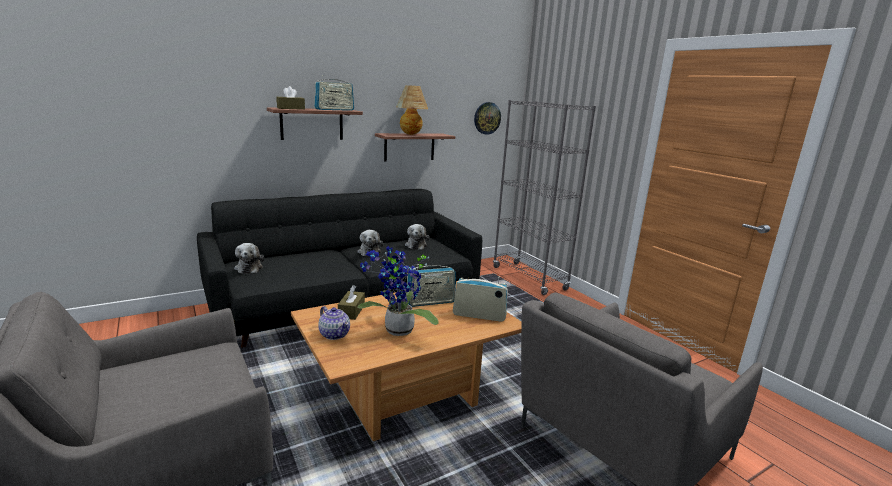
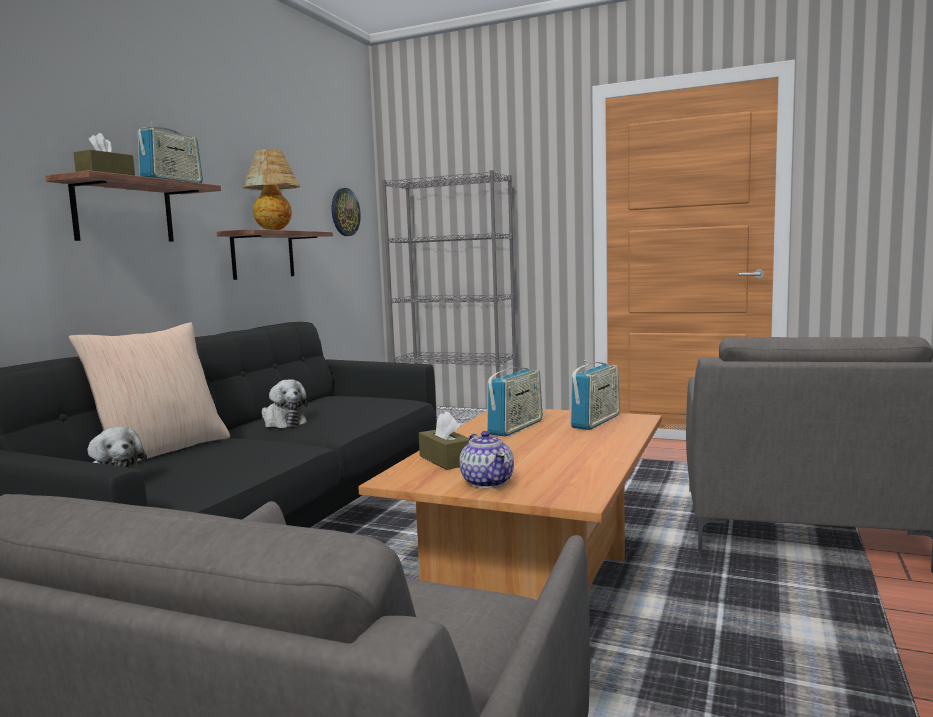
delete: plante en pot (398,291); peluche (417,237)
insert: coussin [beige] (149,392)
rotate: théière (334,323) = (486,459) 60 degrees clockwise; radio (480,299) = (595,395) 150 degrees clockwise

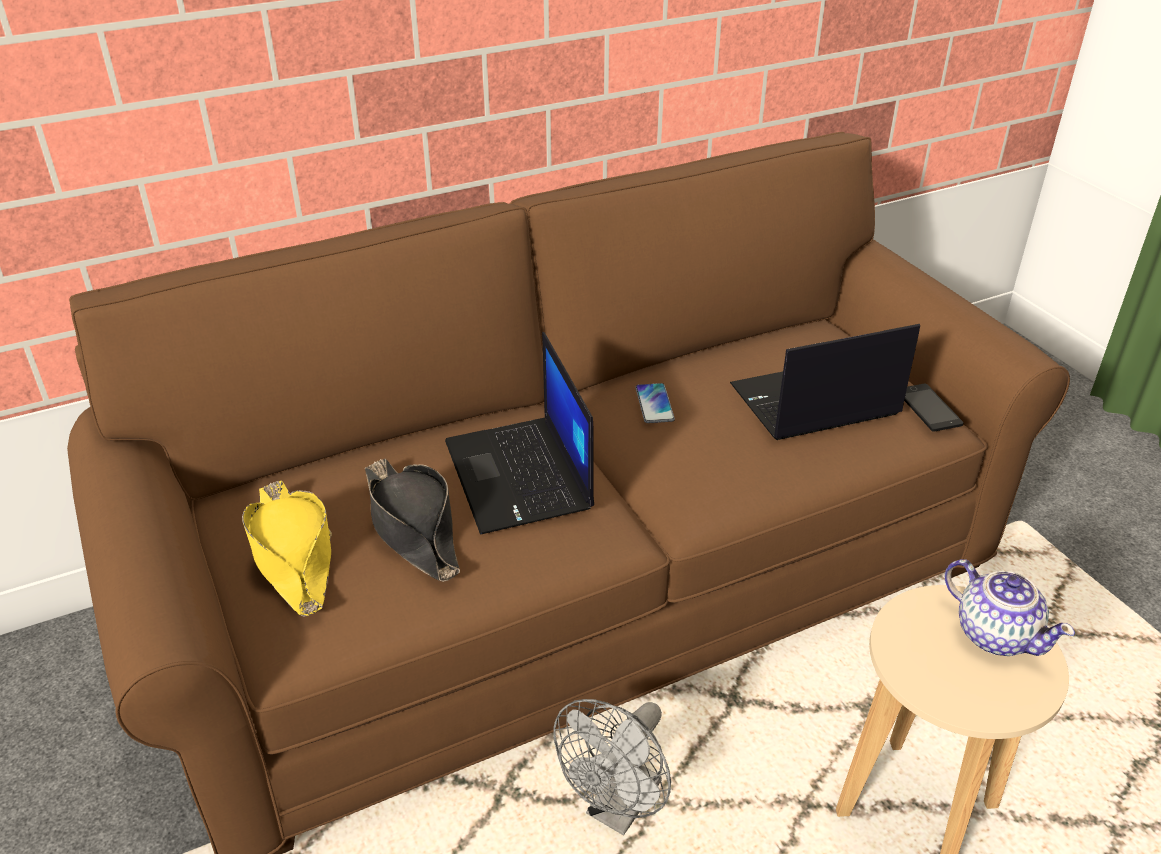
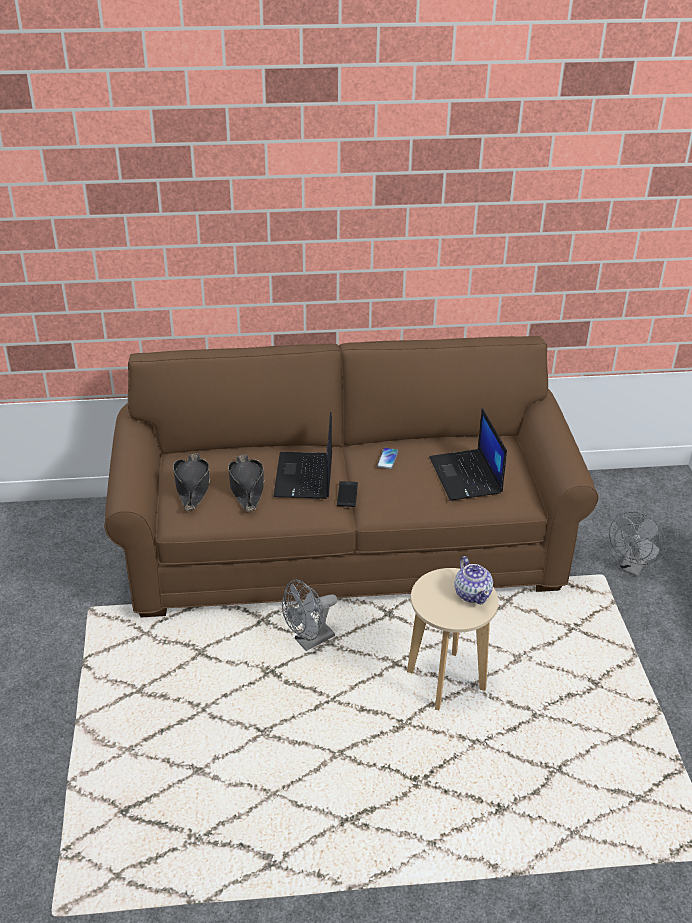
insert: ventilateur [gris] (637,544)
move: téléphone (934,408) to (347,494)
recolor: chapeau [jaune] (287,548) to chapeau [noir] (192,482)
rotate: ordinateur portable (825,382) = (468,454) 105 degrees counterclockwise

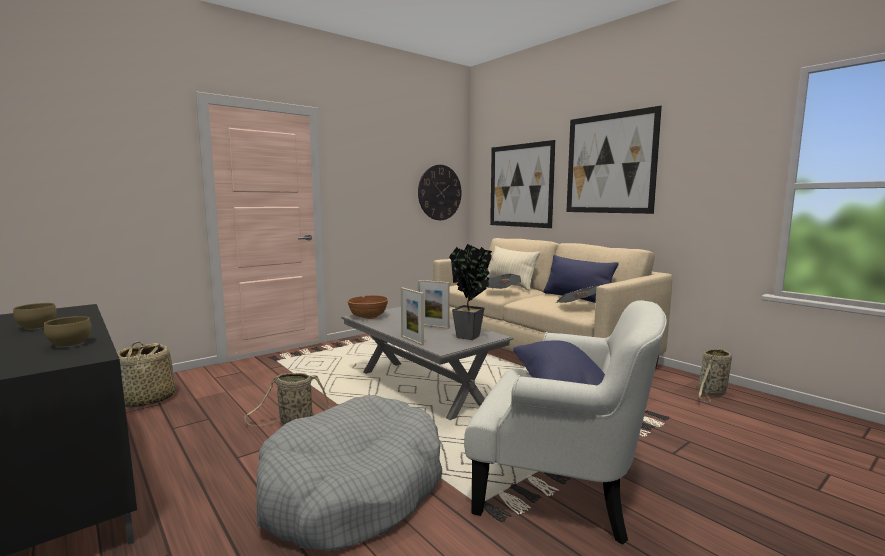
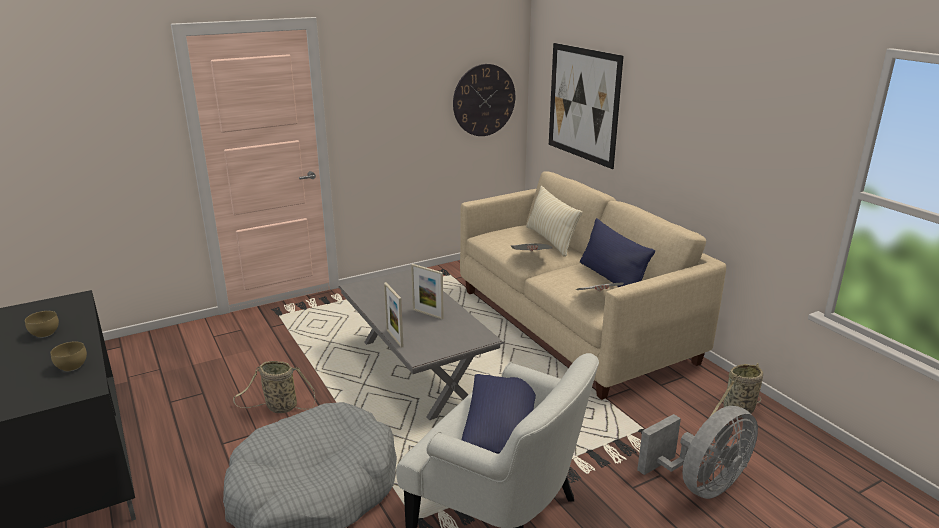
delete: panier (146,375); bol [marron] (368,307); plante en pot (470,292); tableau (614,160)
insert: ventilateur [gris] (697,452)

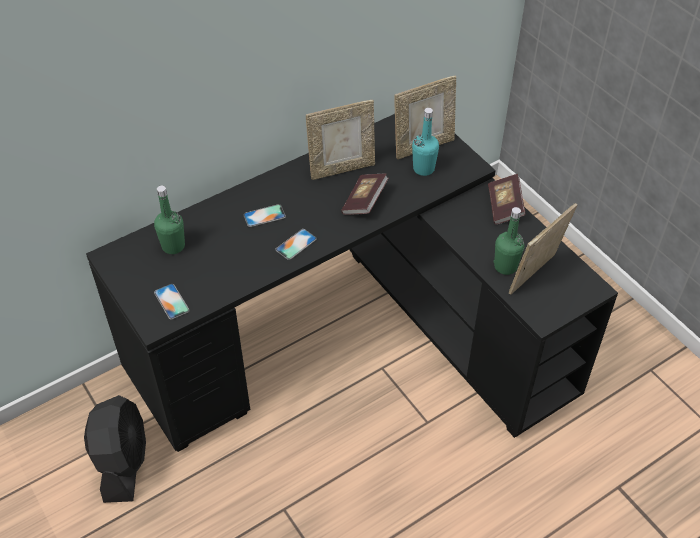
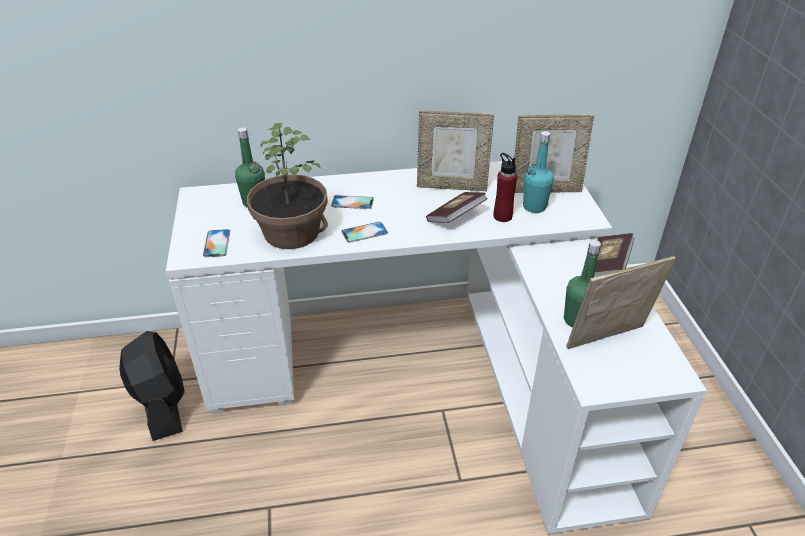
insert: plante en pot (287,186); bouteille [rouge] (505,187)
recolor: bureau [noir] (352,283) to bureau [blanc] (436,347)
rotate: ventilateur [noir] (115,449) = (152,386) 45 degrees counterclockwise

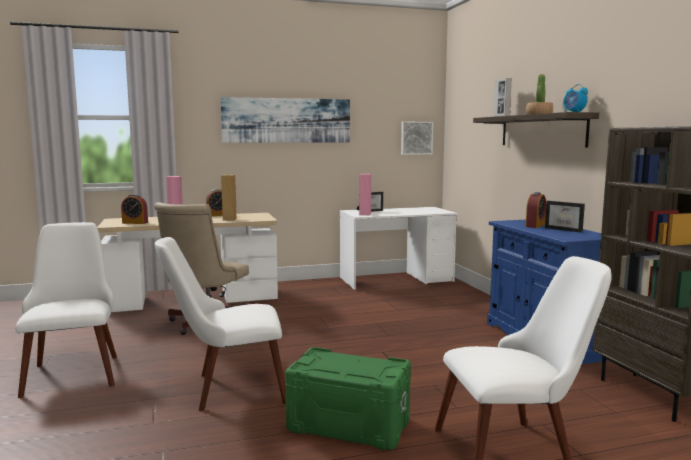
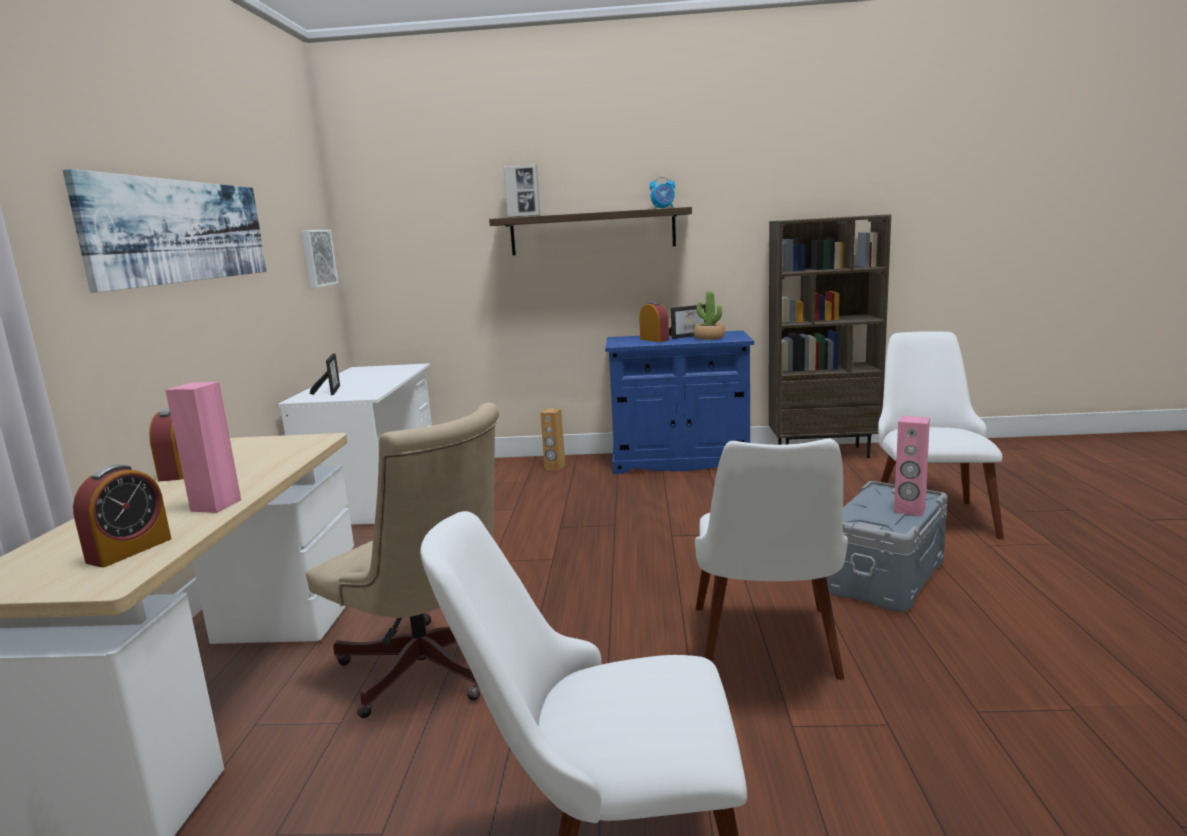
move: enceinte [marron] (229,197) to (552,439); plante en pot (539,94) to (709,315); enceinte [rose] (365,194) to (912,466)
recolor: boîte de rangement [vert] (348,398) to boîte de rangement [gris] (887,546)

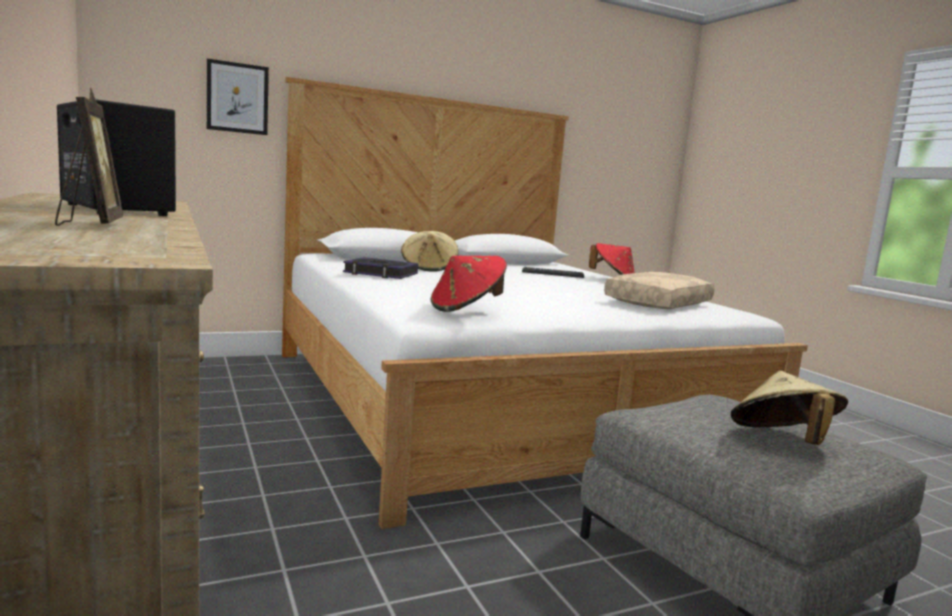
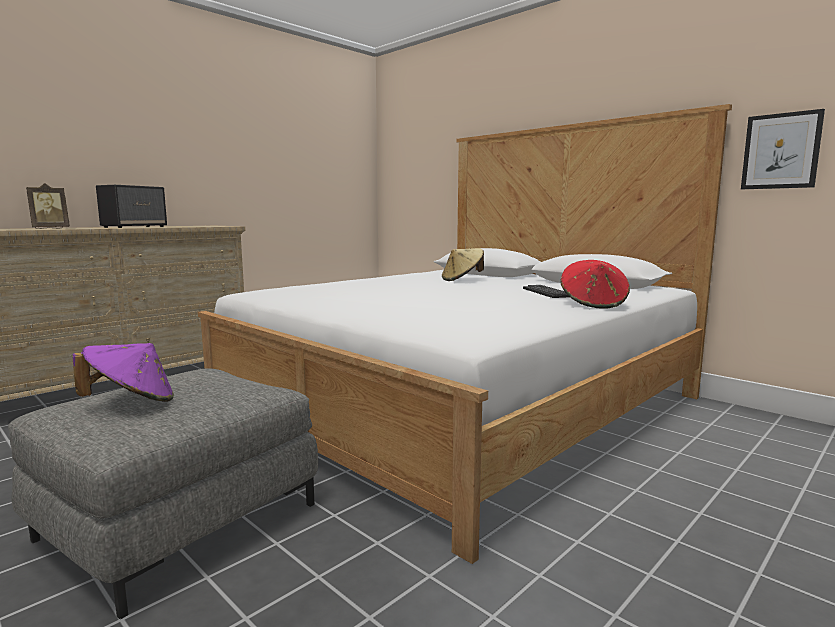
delete: livre (380,268); chapeau [rouge] (469,284); coussin [beige] (659,290)
move: tableau (238,97) to (783,149)
recolor: chapeau [beige] (789,408) to chapeau [violet] (123,372)

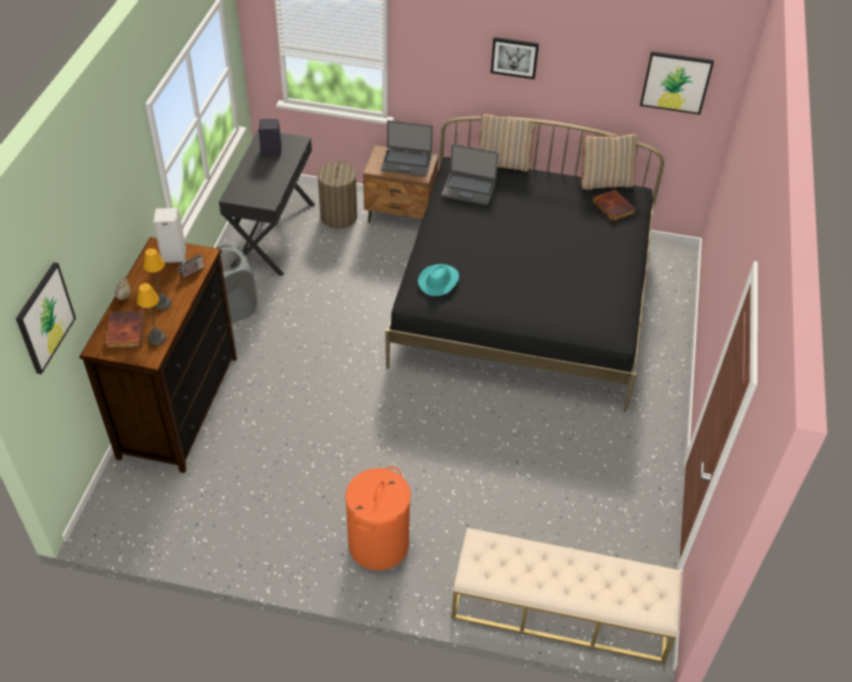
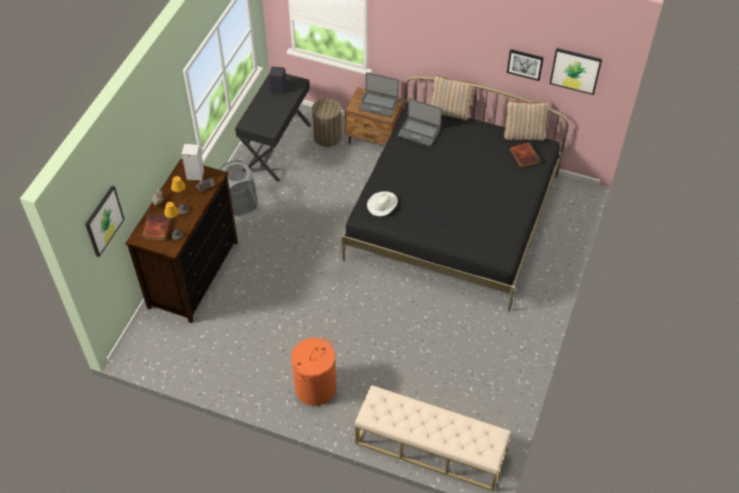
move: tableau (515,58) to (525,65)
recolor: chapeau [turquoise] (438,280) to chapeau [blanc] (382,203)

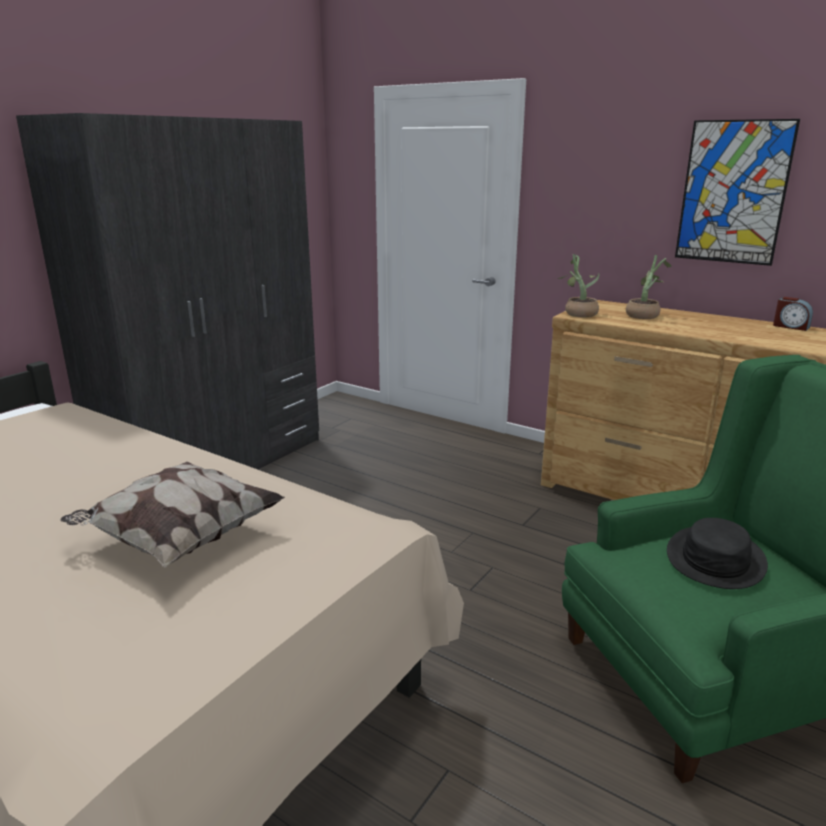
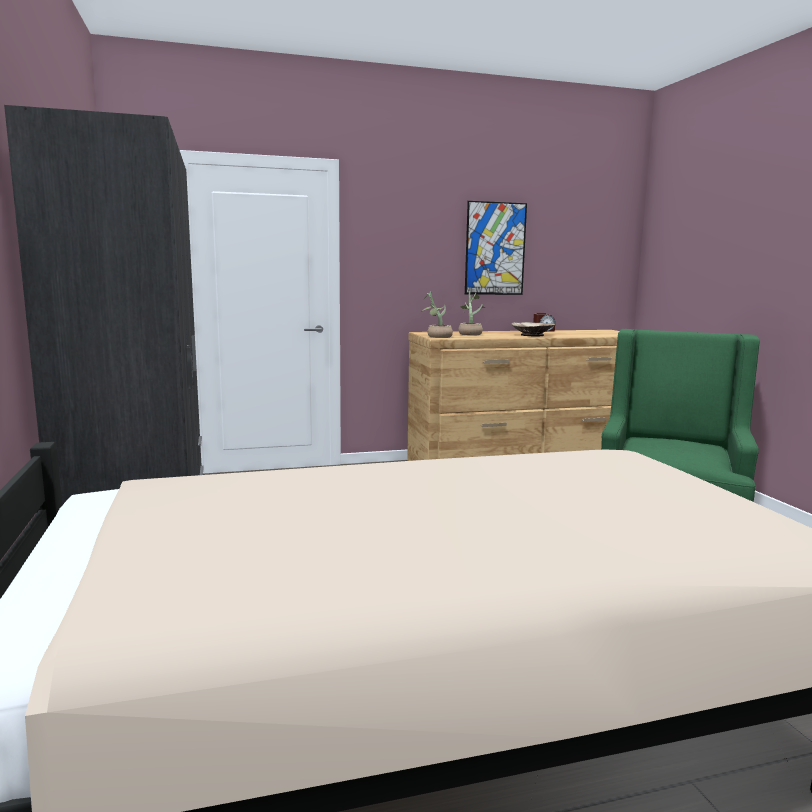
delete: coussin (172,514); chapeau [noir] (717,553)
insert: bol [beige] (533,329)

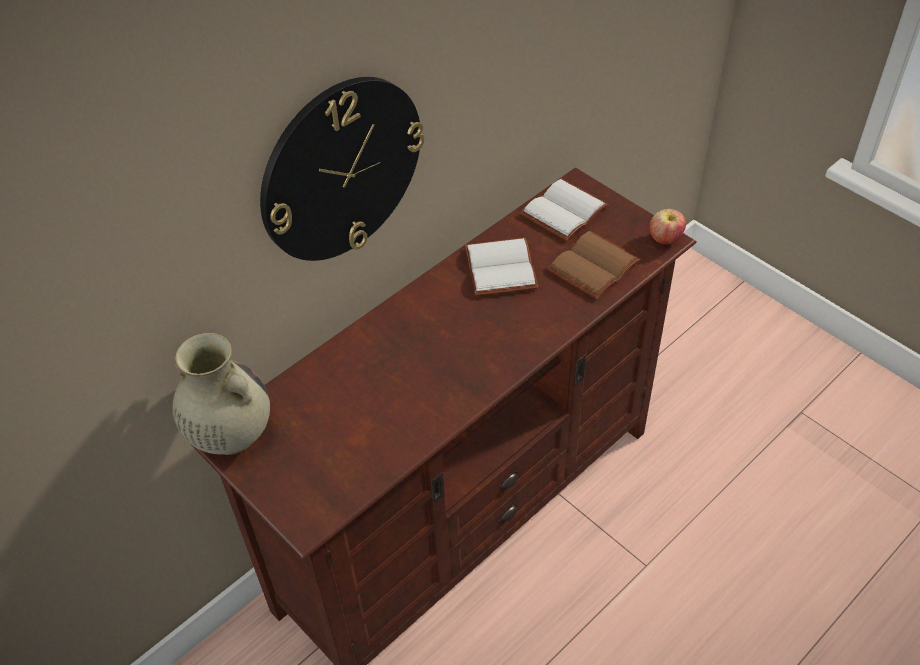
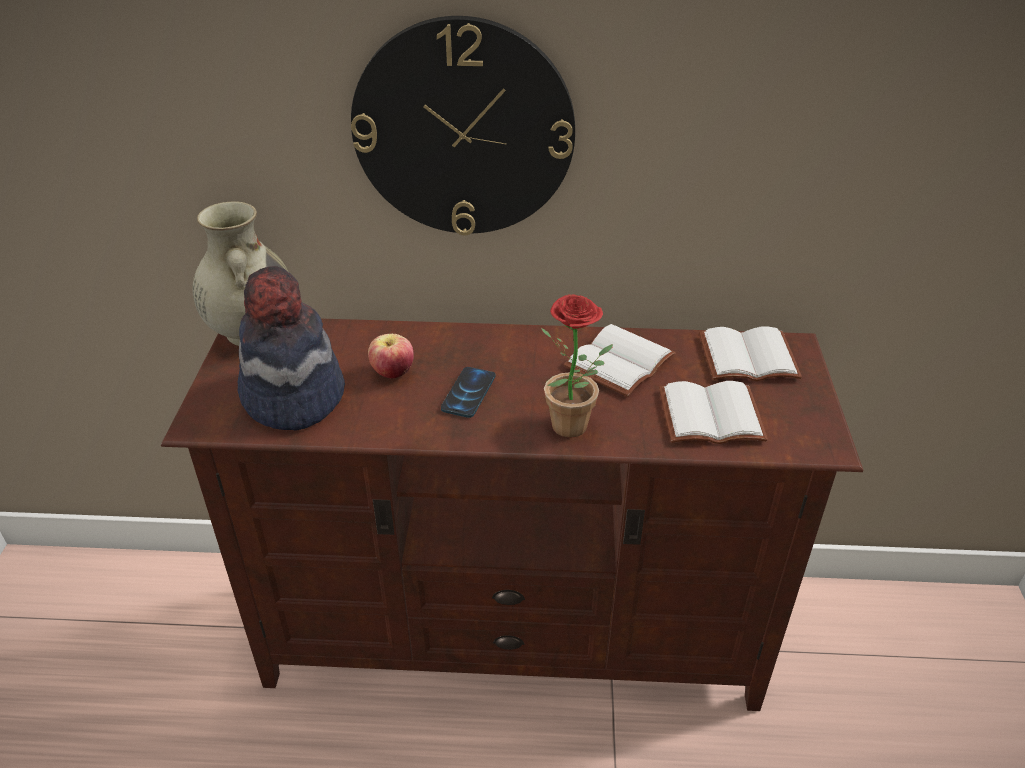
insert: chapeau (291,348); téléphone (468,392); plante en pot (577,366)
move: pomme (668,227) to (391,356)
recolor: livre [marron] (593,265) to livre [blanc] (713,412)

